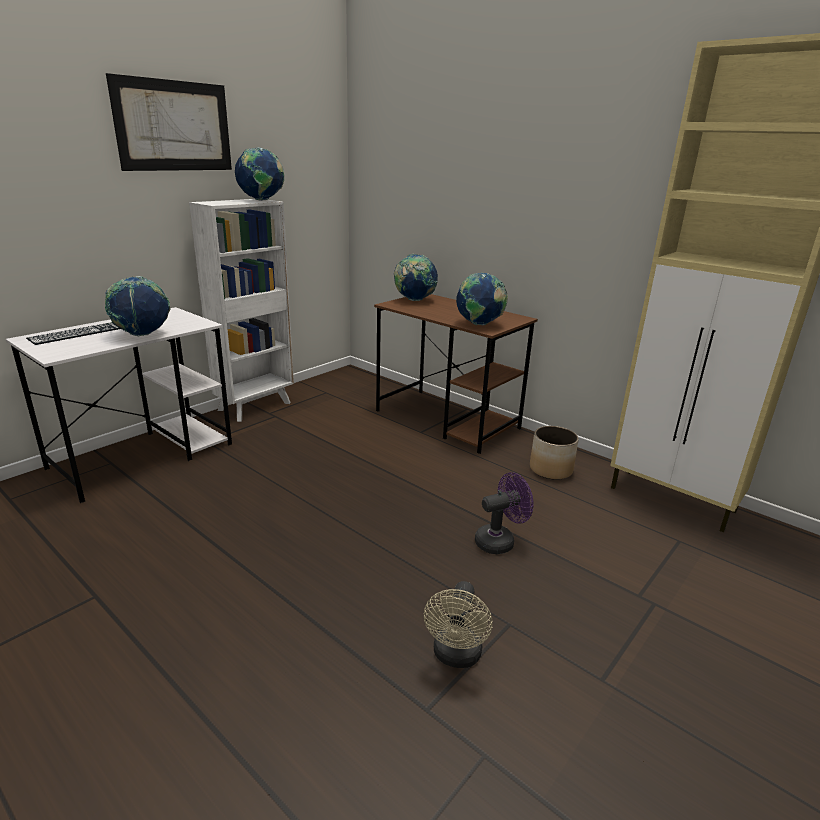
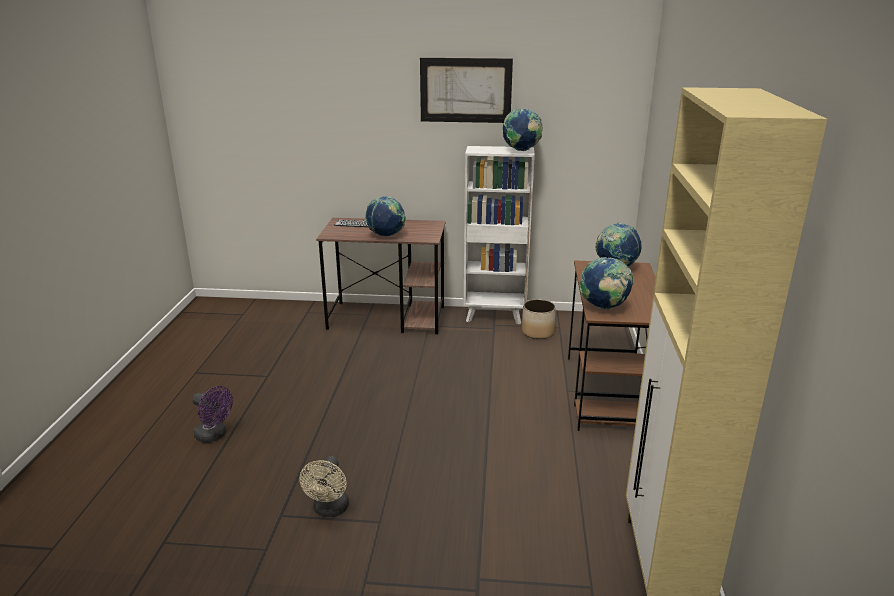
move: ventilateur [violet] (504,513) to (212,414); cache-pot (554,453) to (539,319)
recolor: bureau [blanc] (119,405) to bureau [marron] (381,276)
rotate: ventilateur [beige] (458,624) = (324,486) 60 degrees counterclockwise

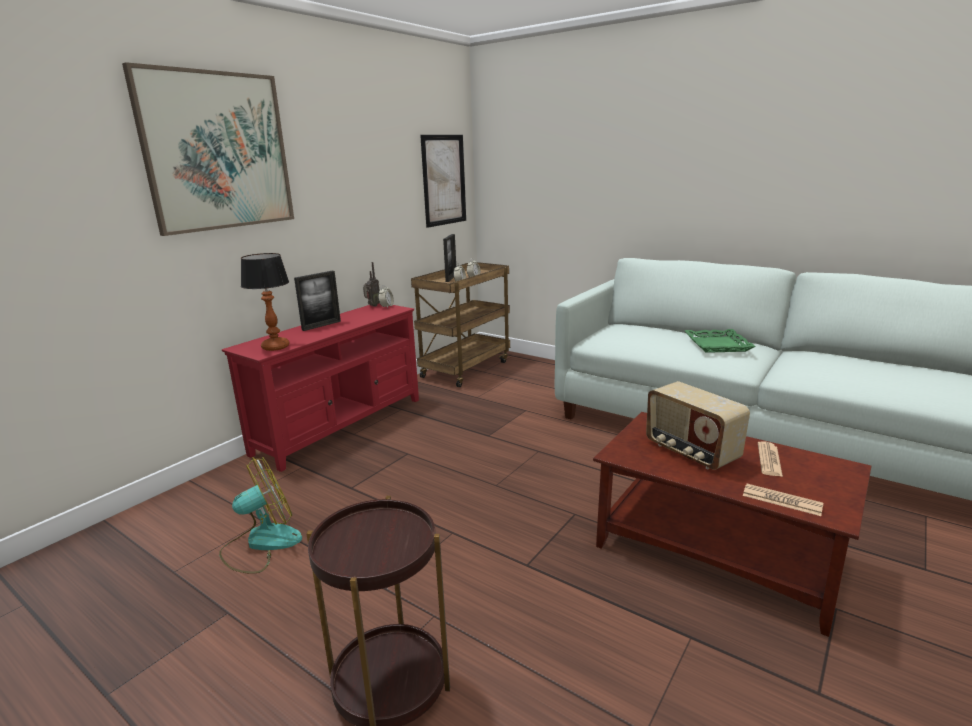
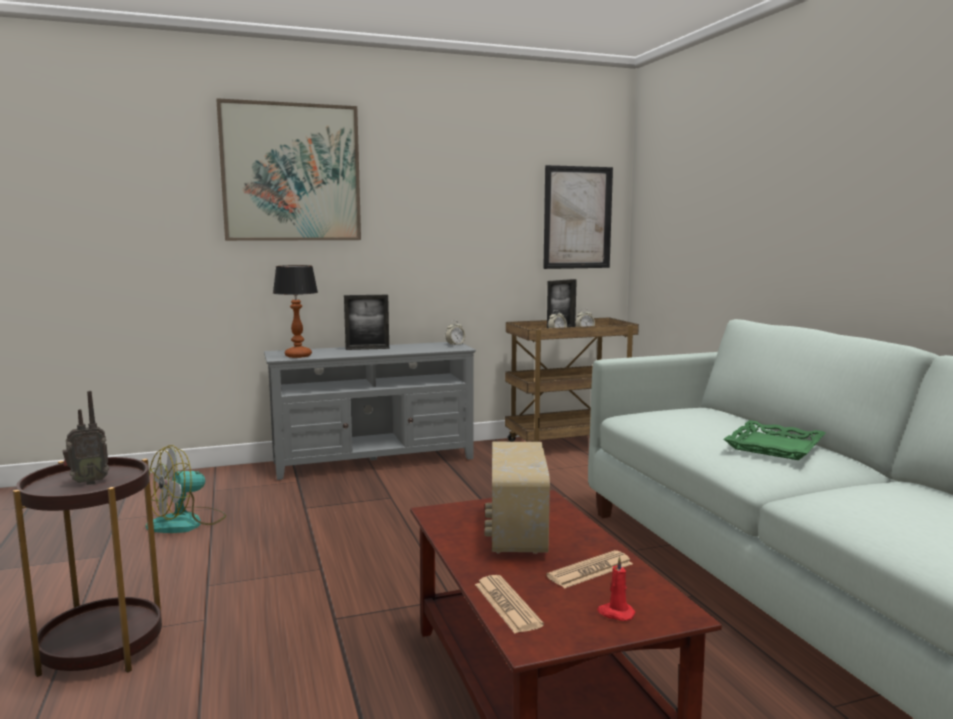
insert: bougie [rouge] (616,588)
move: radio (371,284) to (85,438)
recolor: meuble télé [rouge] (320,387) to meuble télé [gris] (370,411)
rotate: ventilateur (260,515) = (186,489) 135 degrees clockwise

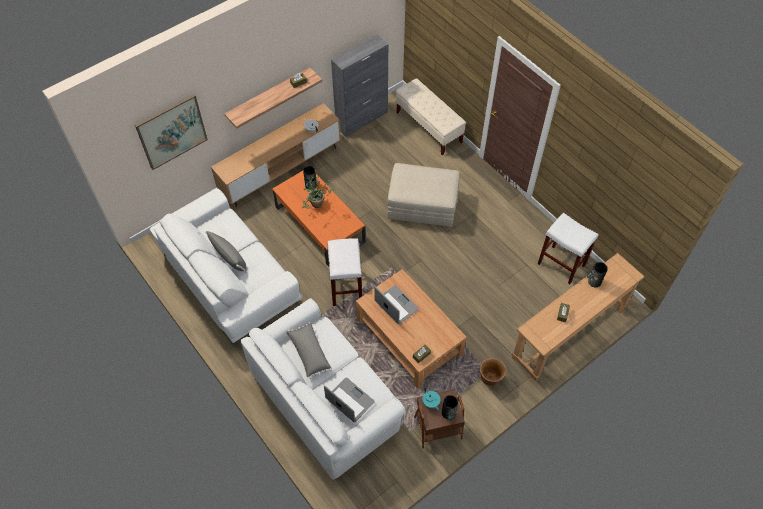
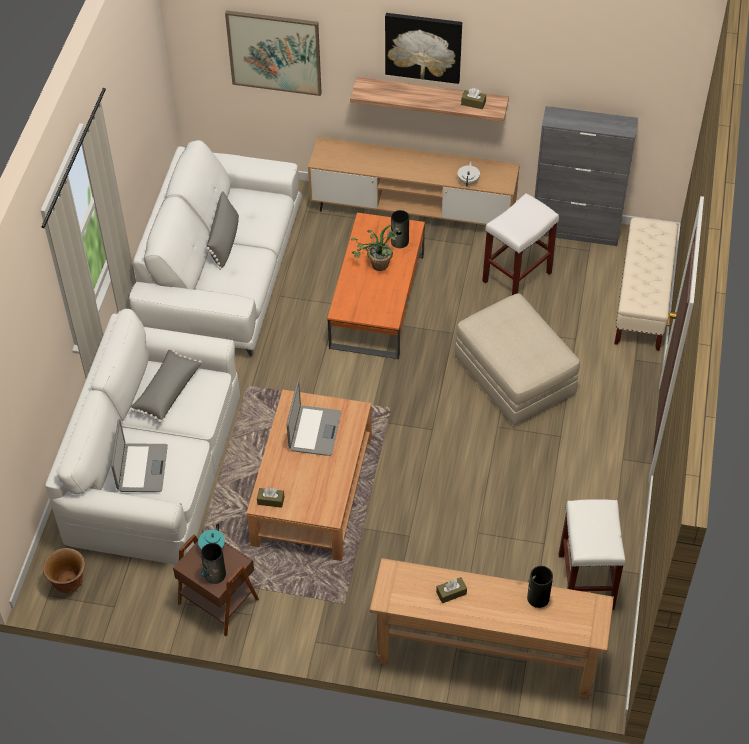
insert: tableau (423,48)
move: cache-pot [marron] (493,371) to (64,570); tabouret [blanc] (345,272) to (520,244)

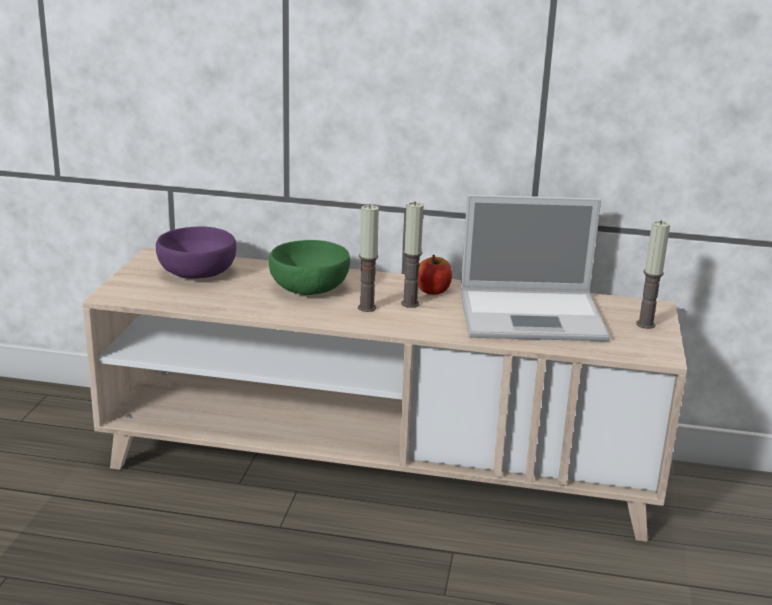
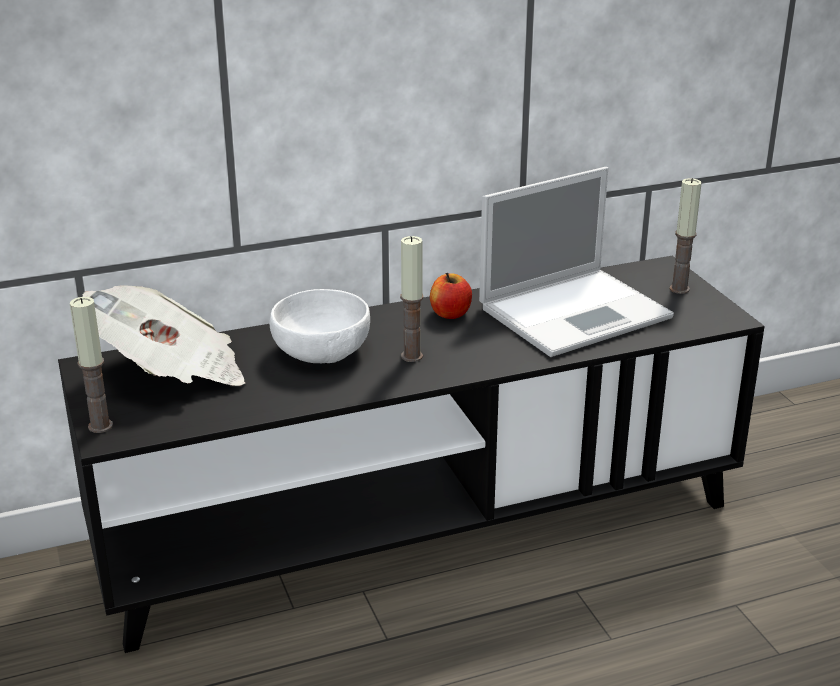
move: bougie (412,254) to (91,365)
replace: bol [violet] (196,252) to journal (163,335)
recolor: meuble télé [beige] (384,395) to meuble télé [noir] (411,454); bol [vert] (309,267) to bol [blanc] (319,326)

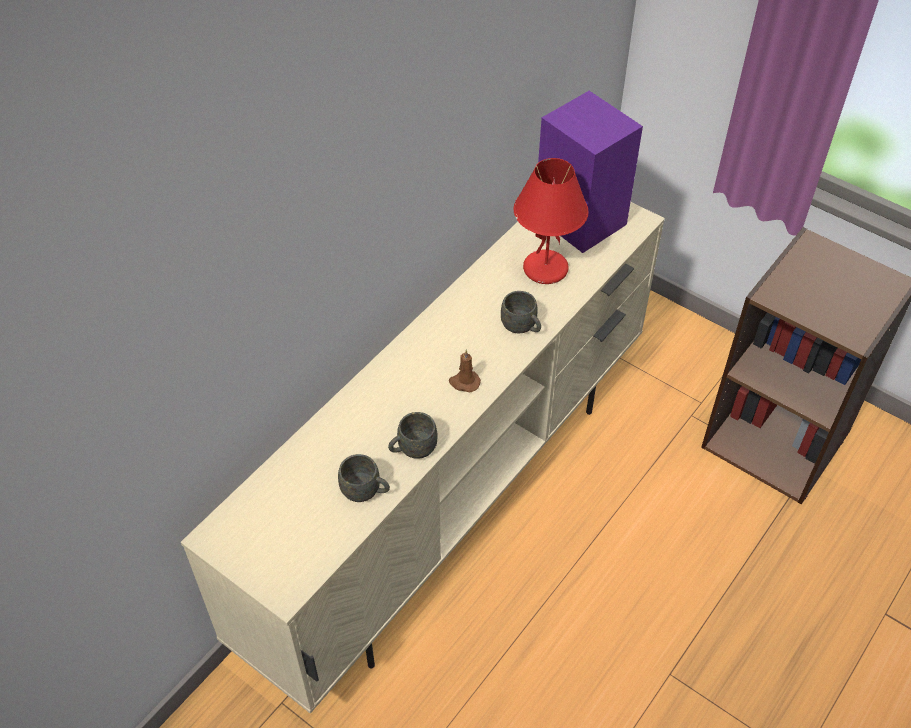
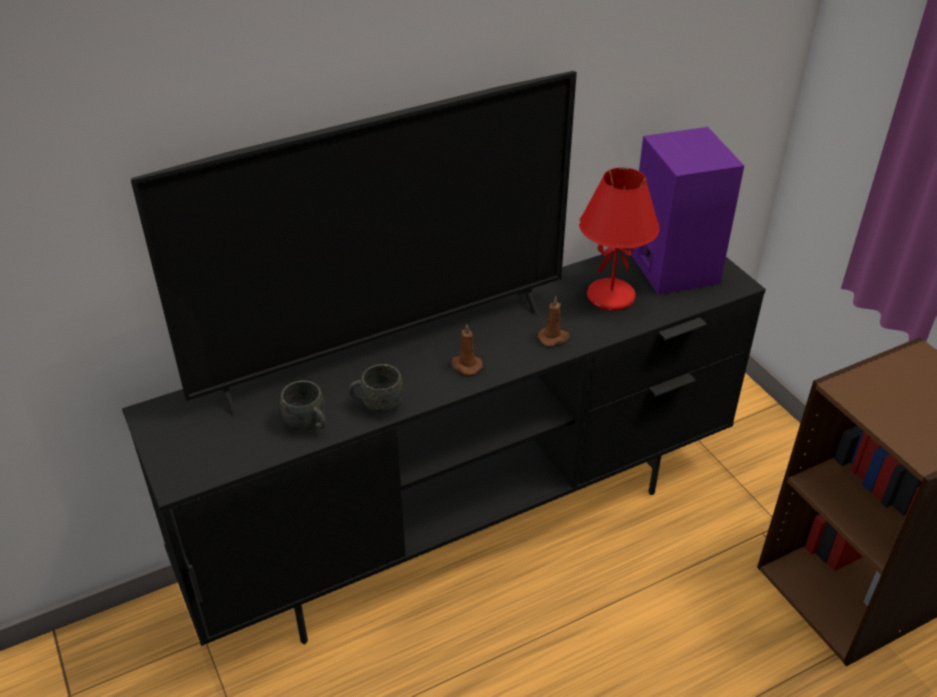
insert: téléviseur (354,244)
replace: mug [gris] (521,312) to bougie [marron] (554,321)
recolor: meuble télé [beige] (423,458) to meuble télé [noir] (444,447)

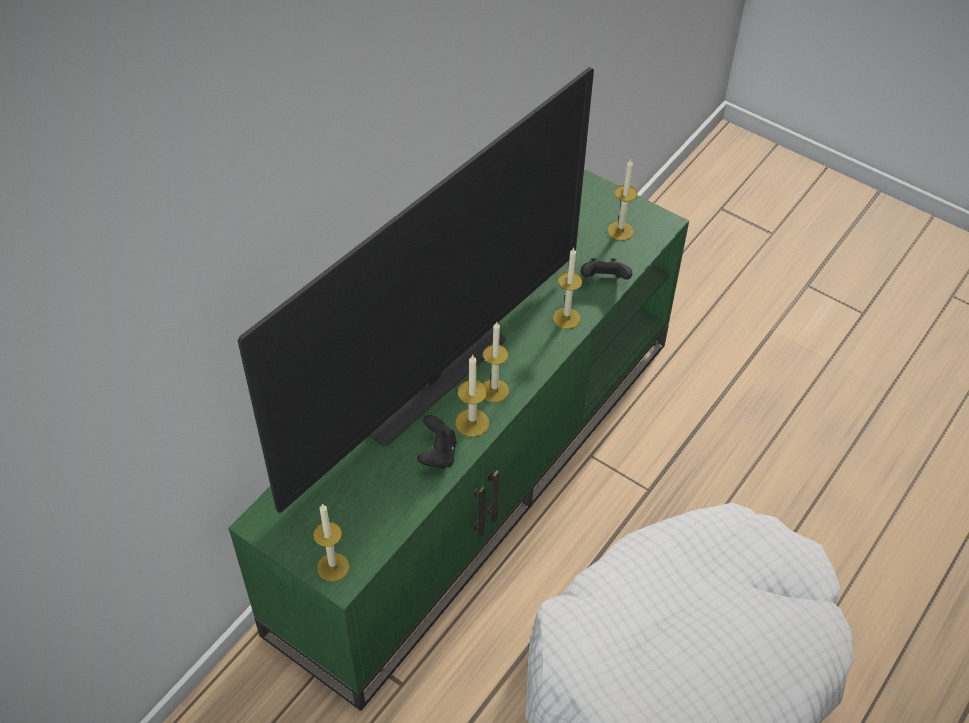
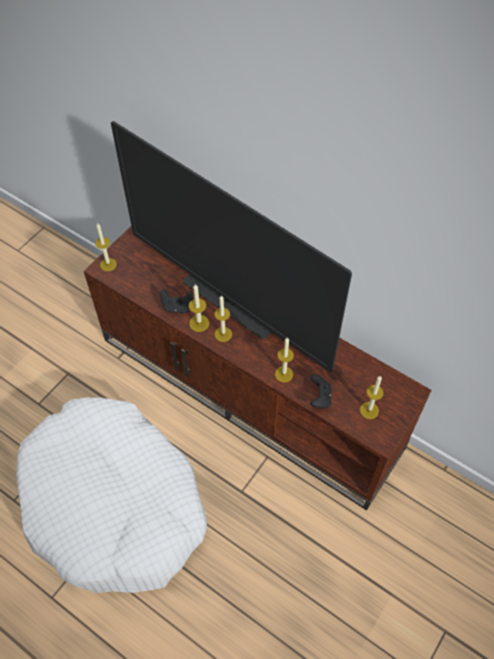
recolor: meuble télé [vert] (458,440) to meuble télé [marron] (257,368)

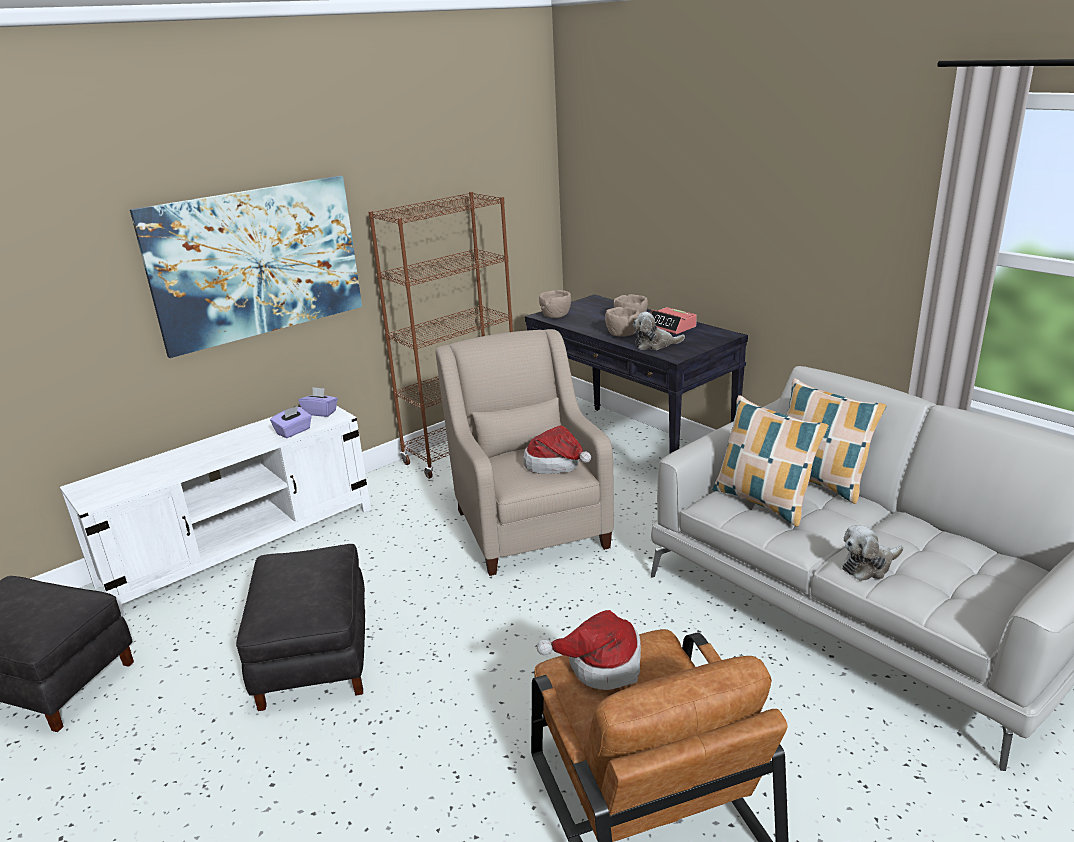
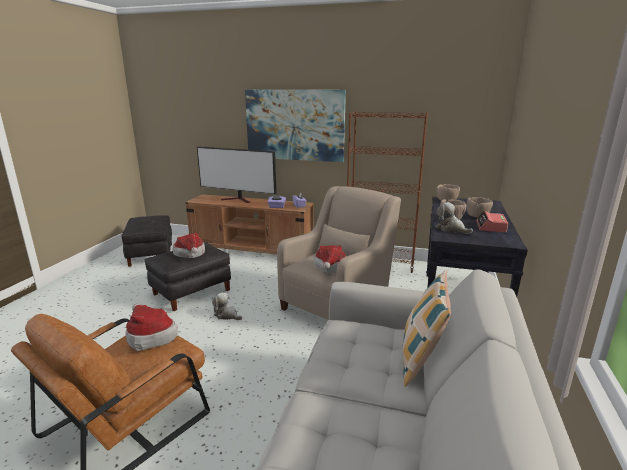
delete: coussin (771,461)
insert: chapeau (188,245); téléviseur (237,175)
move: peluche (872,553) to (227,306)
recolor: meuble télé [blanc] (215,511) to meuble télé [marron] (249,224)

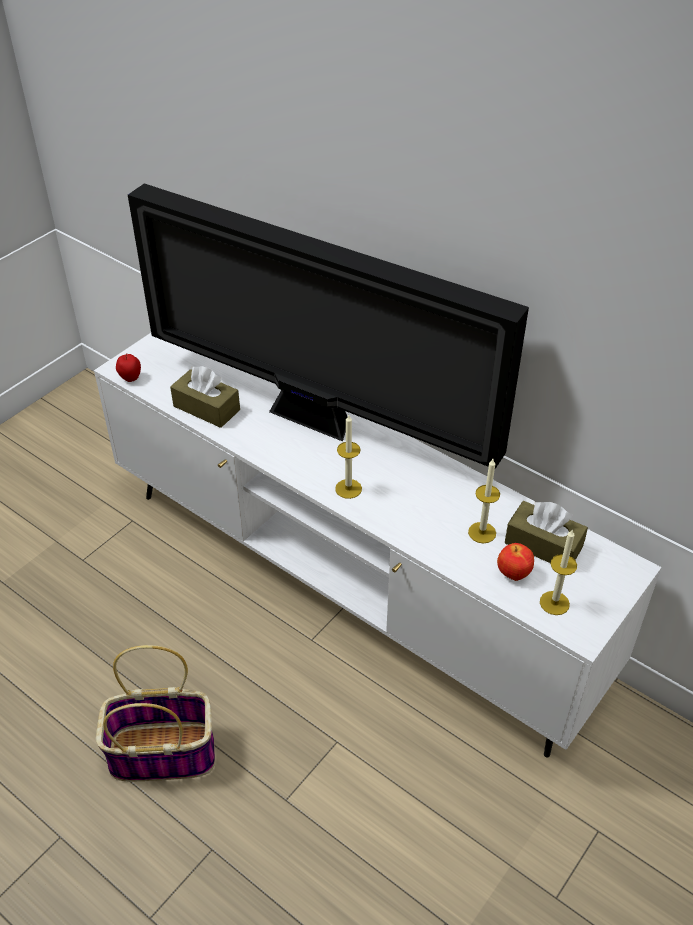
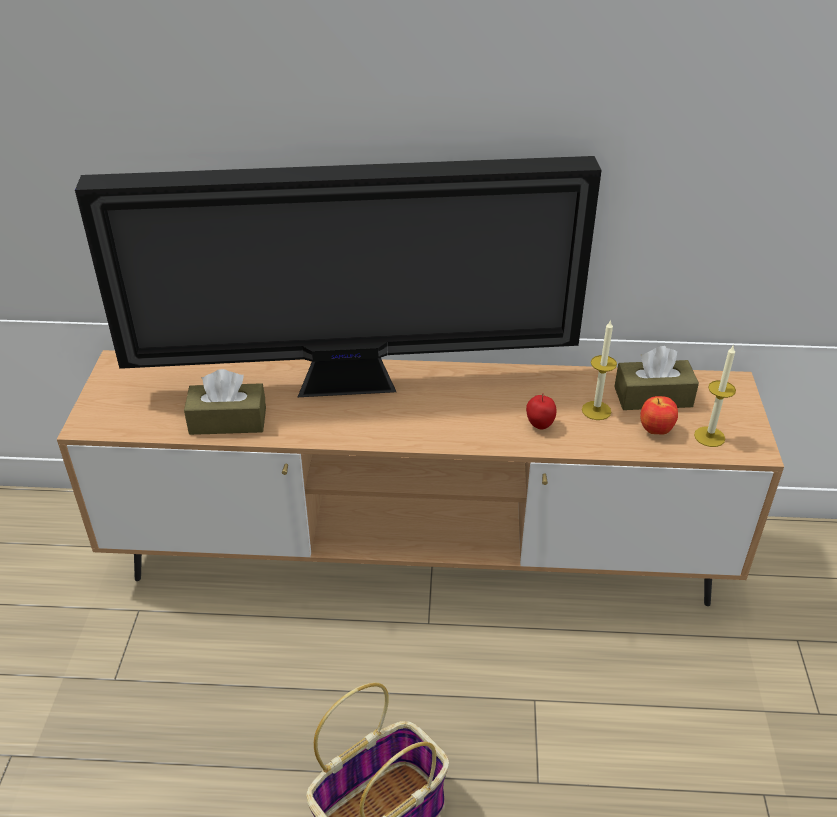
delete: bougie (348,457)
move: pomme (128,367) to (541,411)
recolor: meuble télé [blanc] (378,545) to meuble télé [marron] (420,478)

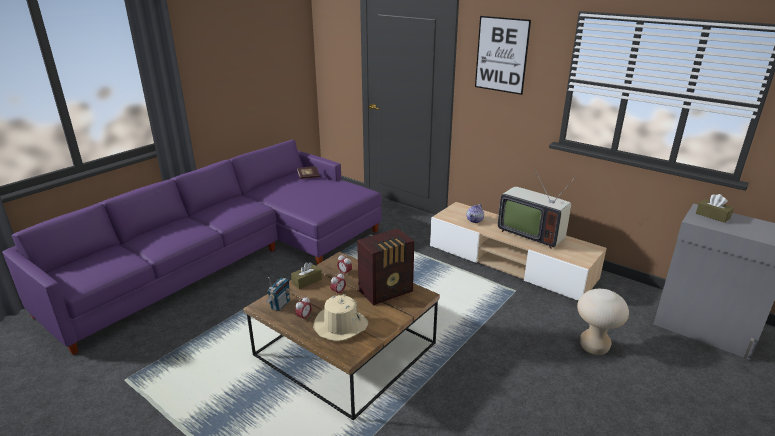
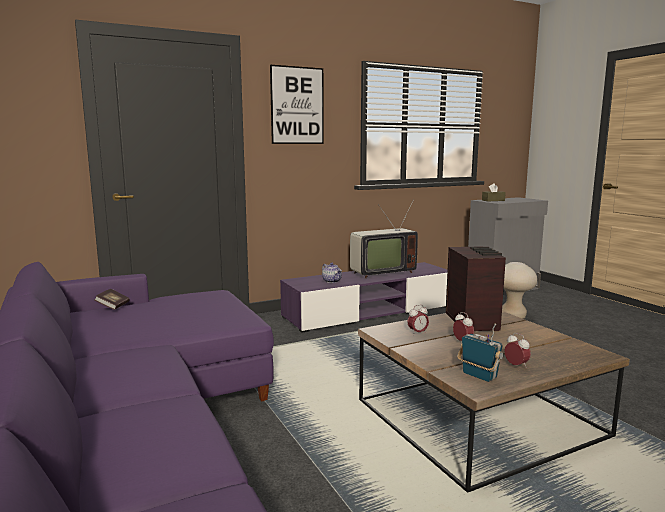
delete: boîte à mouchoirs [marron] (306,275); chapeau [beige] (340,317)
recolor: meuble télé [beige] (518,251) to meuble télé [violet] (364,297)

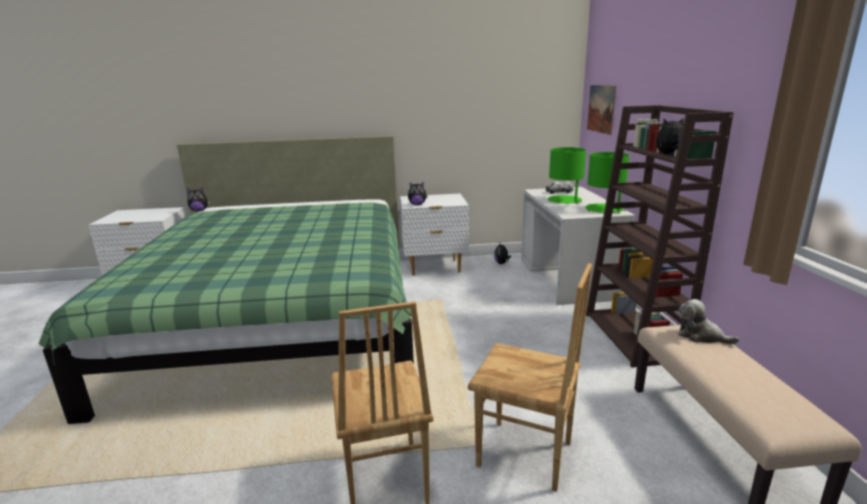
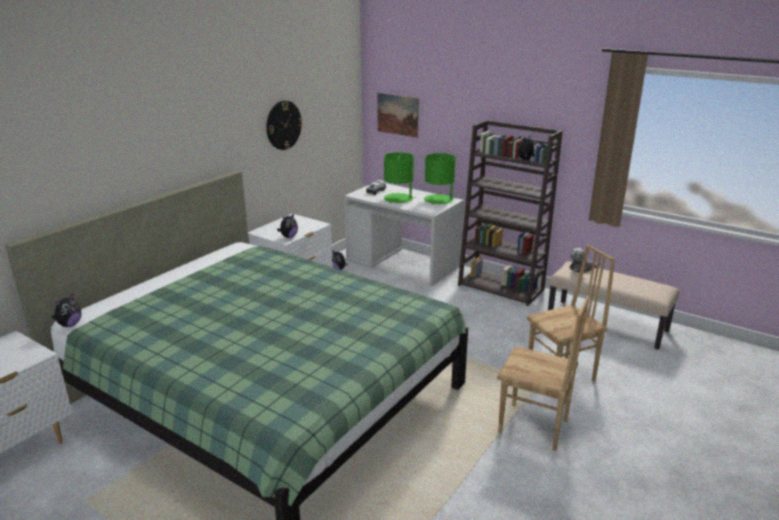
insert: horloge murale (284,125)

